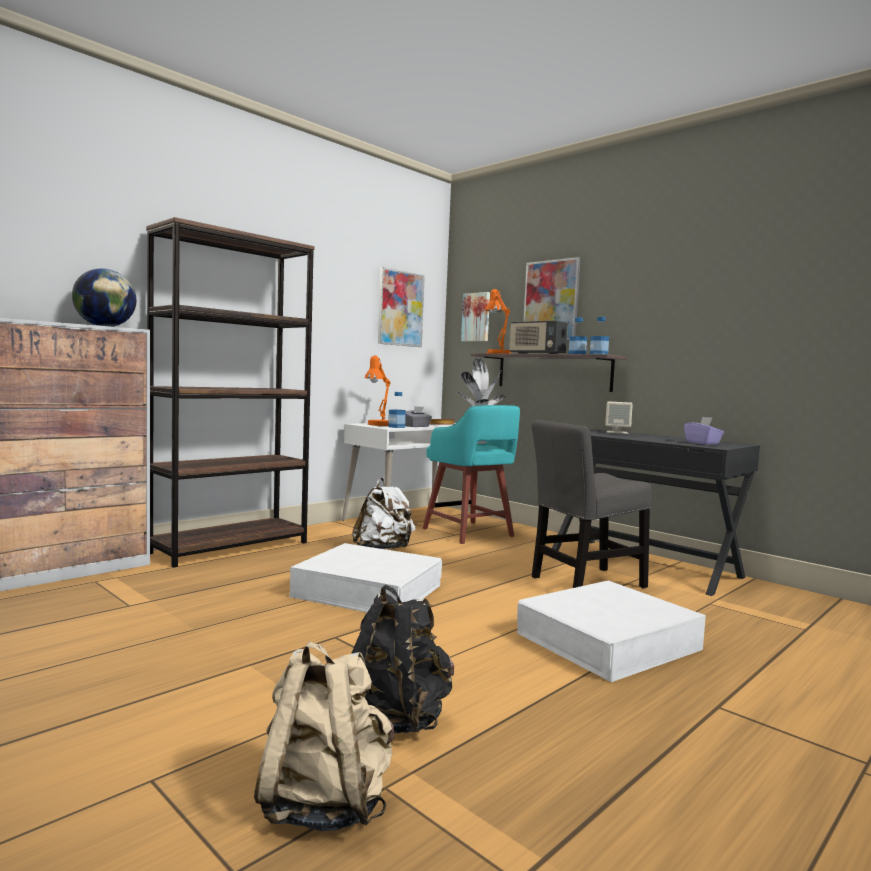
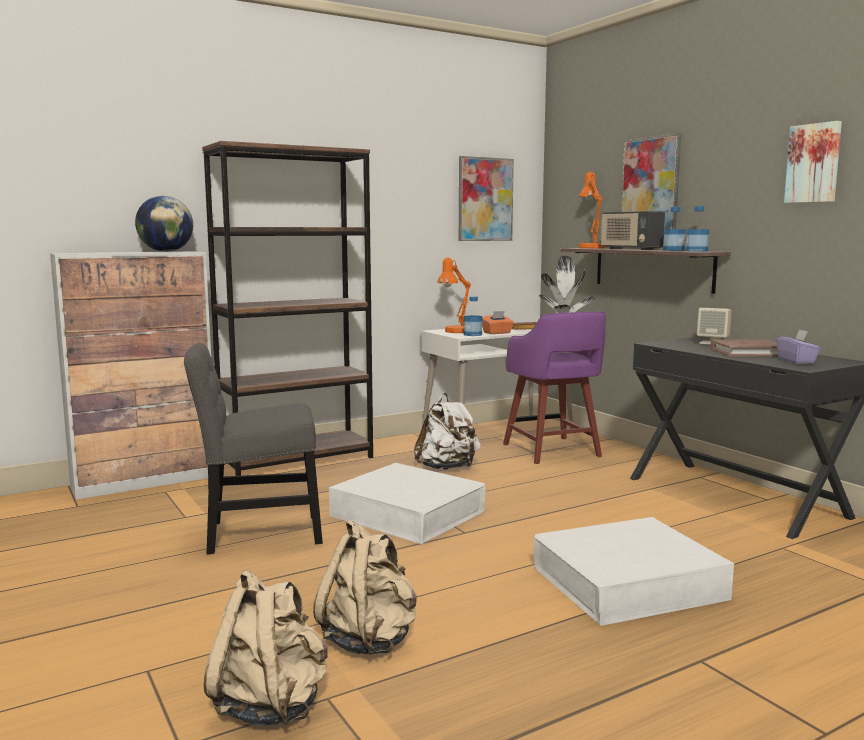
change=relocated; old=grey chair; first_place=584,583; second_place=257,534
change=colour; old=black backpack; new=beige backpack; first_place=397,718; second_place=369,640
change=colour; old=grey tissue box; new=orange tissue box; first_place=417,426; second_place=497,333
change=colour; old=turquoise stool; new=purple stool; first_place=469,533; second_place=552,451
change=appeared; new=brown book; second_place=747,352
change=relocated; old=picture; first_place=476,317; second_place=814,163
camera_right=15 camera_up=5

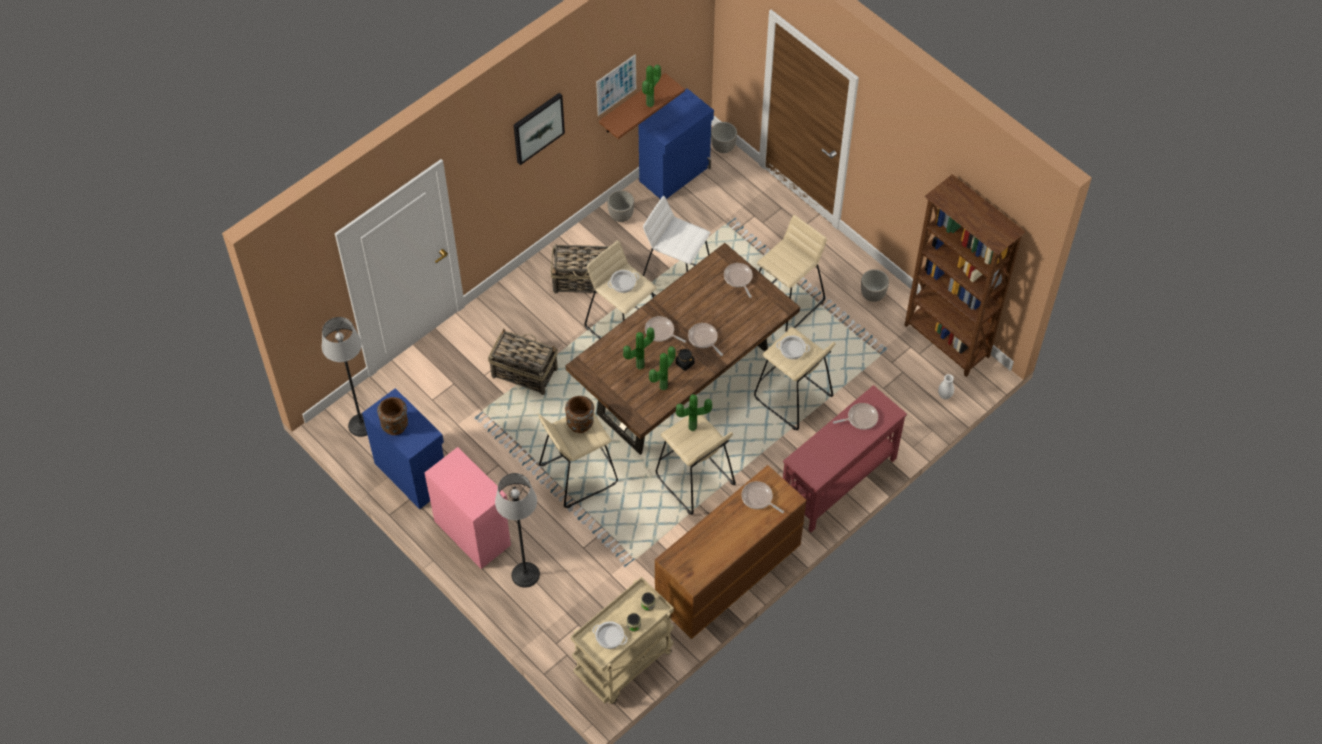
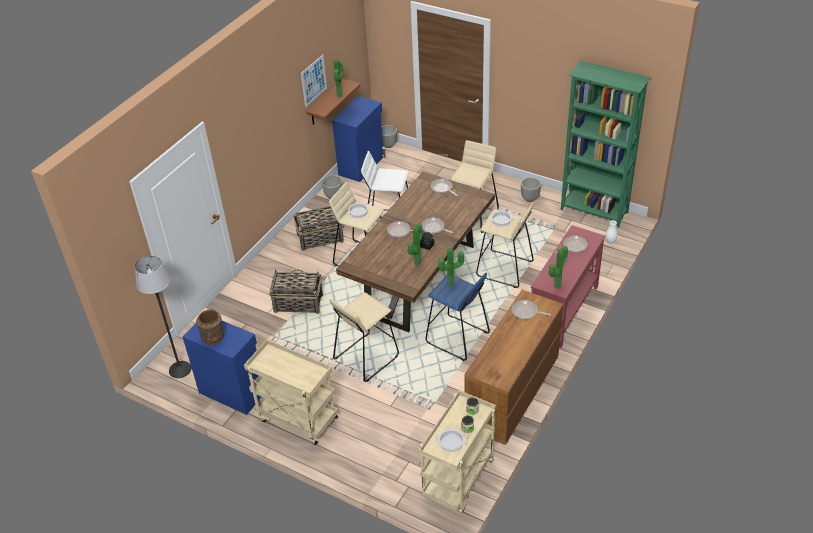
change=exchanged; old=pink cabinet; new=beige cart; first_place=473,532; second_place=296,419
change=colour; old=beige stool; new=blue stool; first_place=694,481; second_place=457,338
change=relocated; old=potted plant; first_place=639,365; second_place=556,285
change=colour; old=brown bookcase; new=green bookcase; first_place=946,342; second_place=594,211
change=missing; old=floor lamp; first_place=525,574
change=missing; old=picture; first_place=538,127
change=missing; old=brown vase; first_place=580,423
camera_right=-15 camera_up=-15

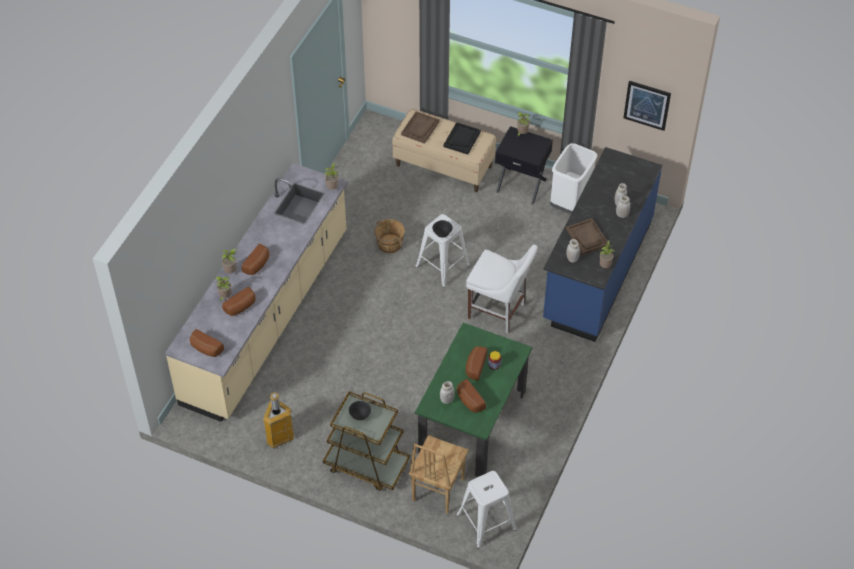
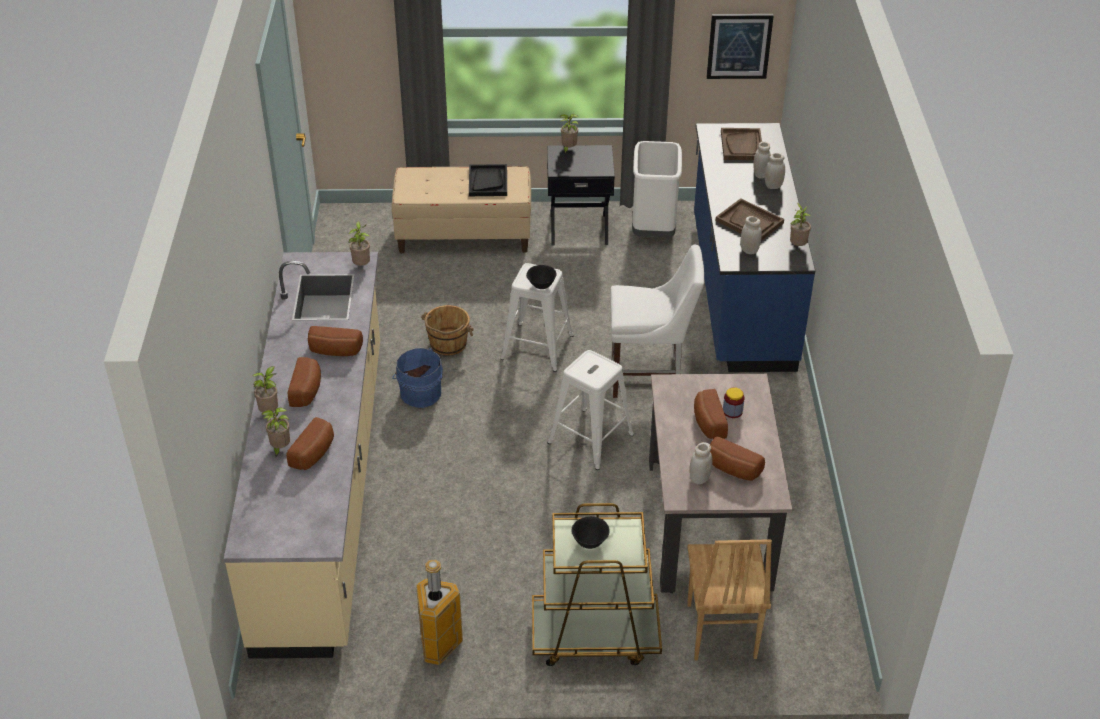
change=relocated; old=bread; first_place=205,349; second_place=334,351
change=appeared; new=blue bucket; second_place=419,393
change=relocated; old=white stool; first_place=486,522; second_place=591,439
change=colour; old=green dining table; new=beige dining table; first_place=472,423; second_place=708,524
change=relocated; old=brown tray; first_place=420,128; second_place=742,146
camera_right=-25 camera_up=-10

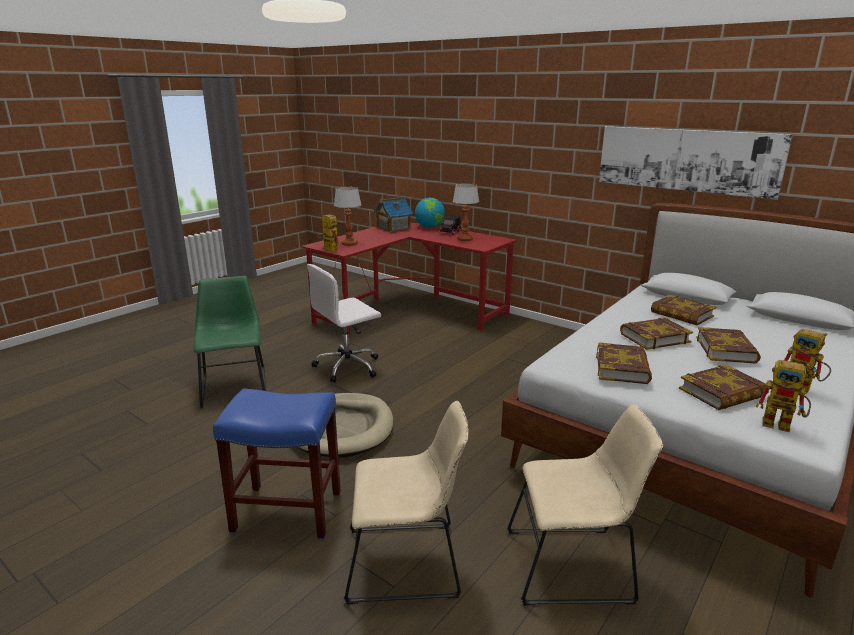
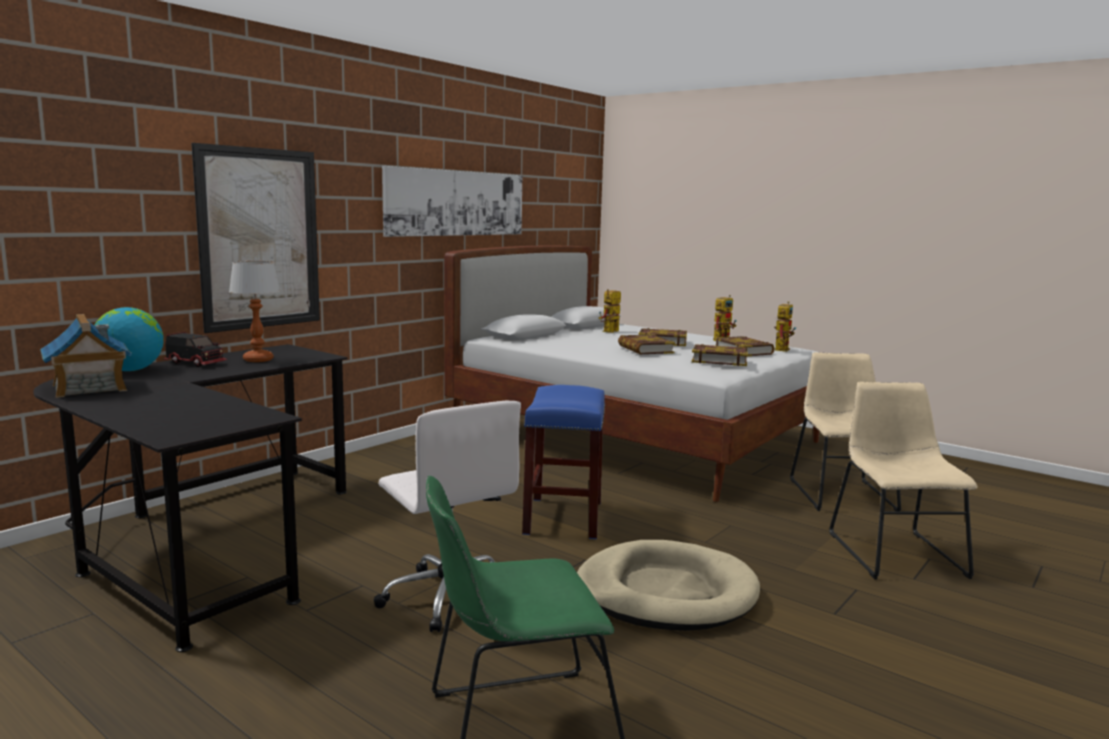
change=colour; old=red desk; new=black desk; first_place=410,312; second_place=204,541
change=appeared; new=picture; second_place=260,239
change=relocated; old=blue stool; first_place=286,511; second_place=564,518
change=relocated; old=toy robot; first_place=328,249; second_place=609,332
change=missing; old=table lamp; first_place=349,244
change=missing; old=book; first_place=681,314
camera_right=-90 camera_up=-10

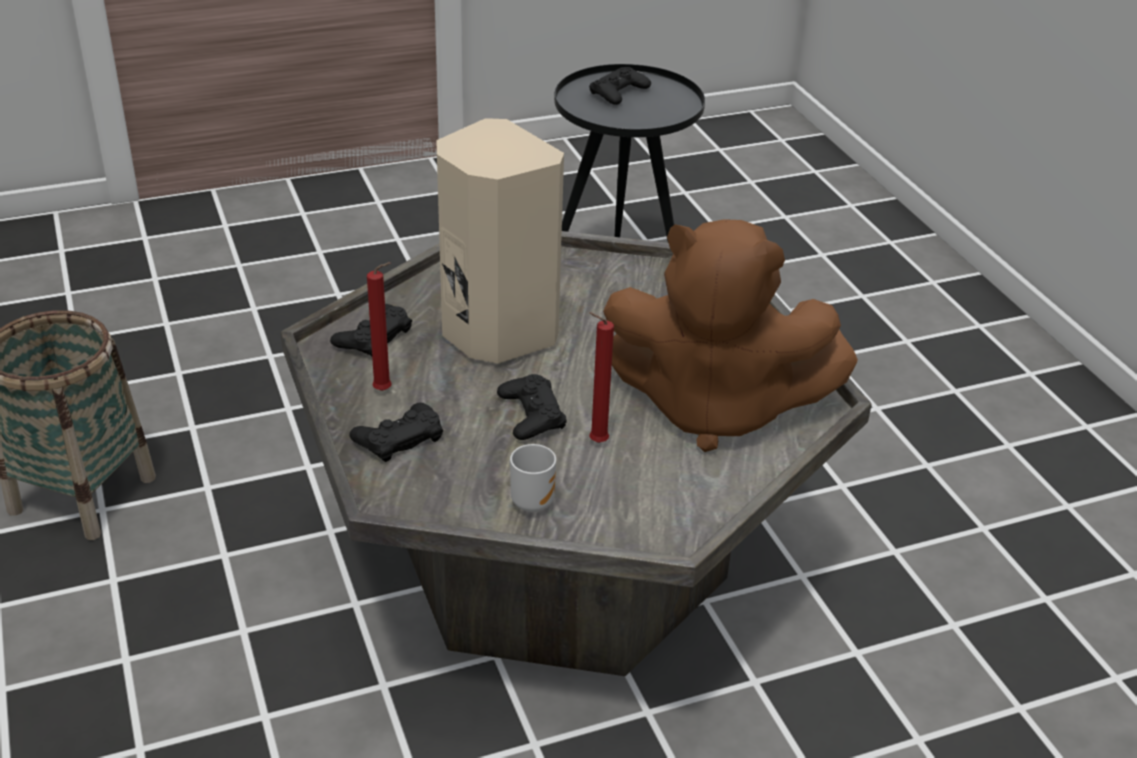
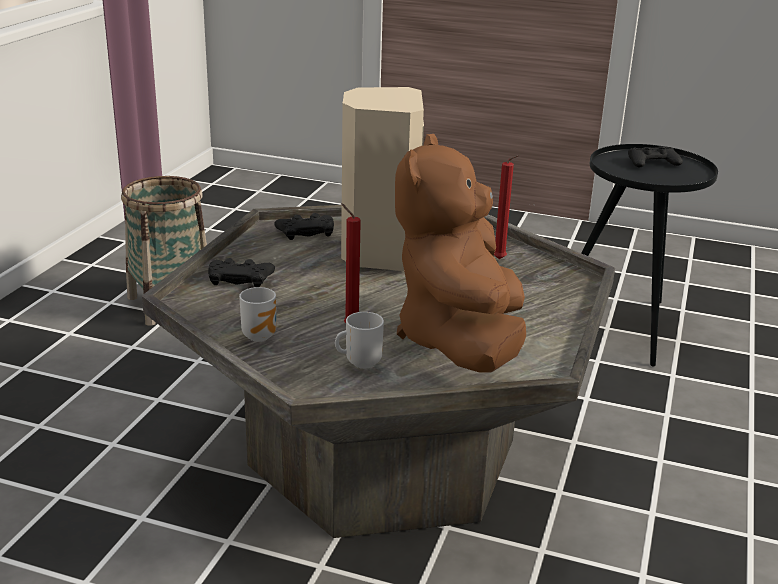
change=appeared; new=mug; second_place=360,363
change=spun; old=brown plush toy; first_place=714,408; second_place=460,342; degrees=45
change=relocated; old=red candle; first_place=385,391; second_place=500,260
change=missing; old=black game controller; first_place=531,414
camera_right=40 camera_up=-10

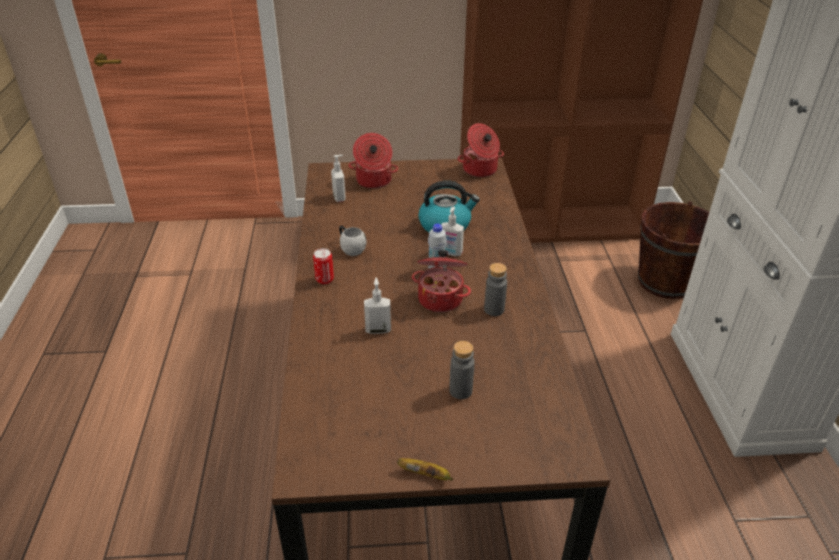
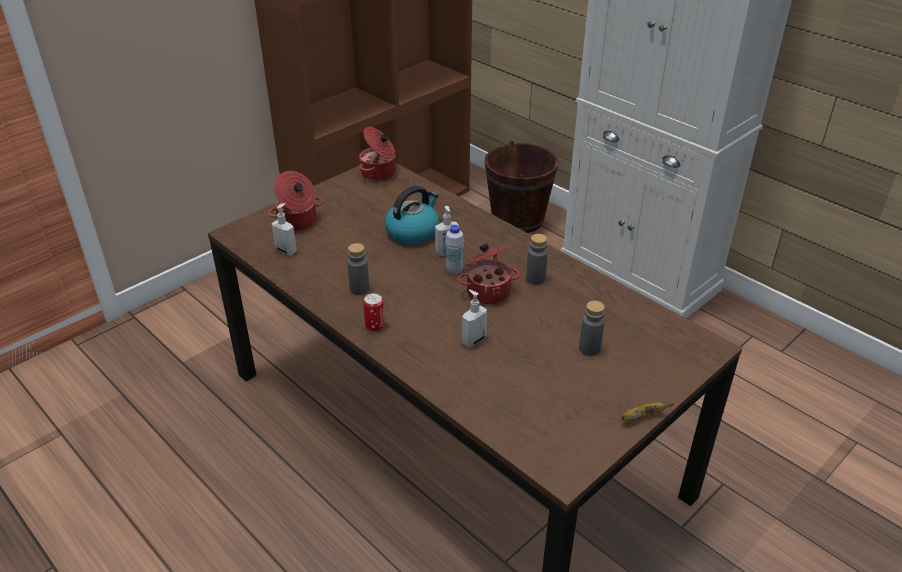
change=exchanged; old=white mug; new=grey bottle; first_place=350,248; second_place=359,289
camera_right=-40 camera_up=0

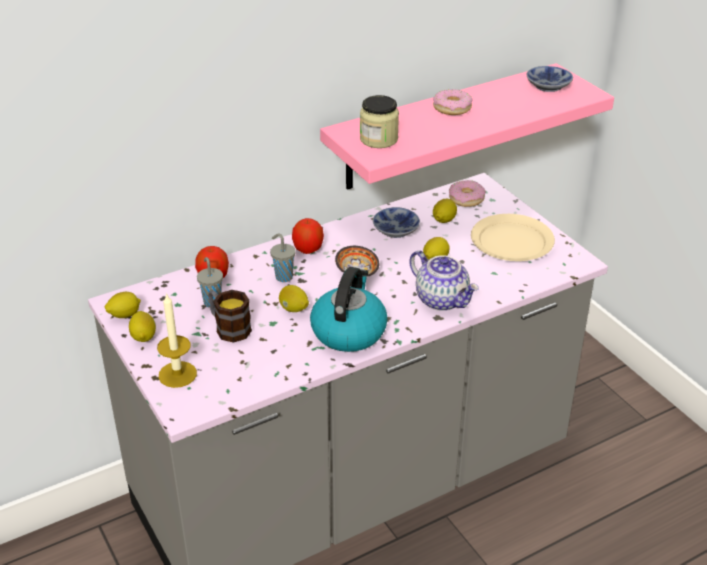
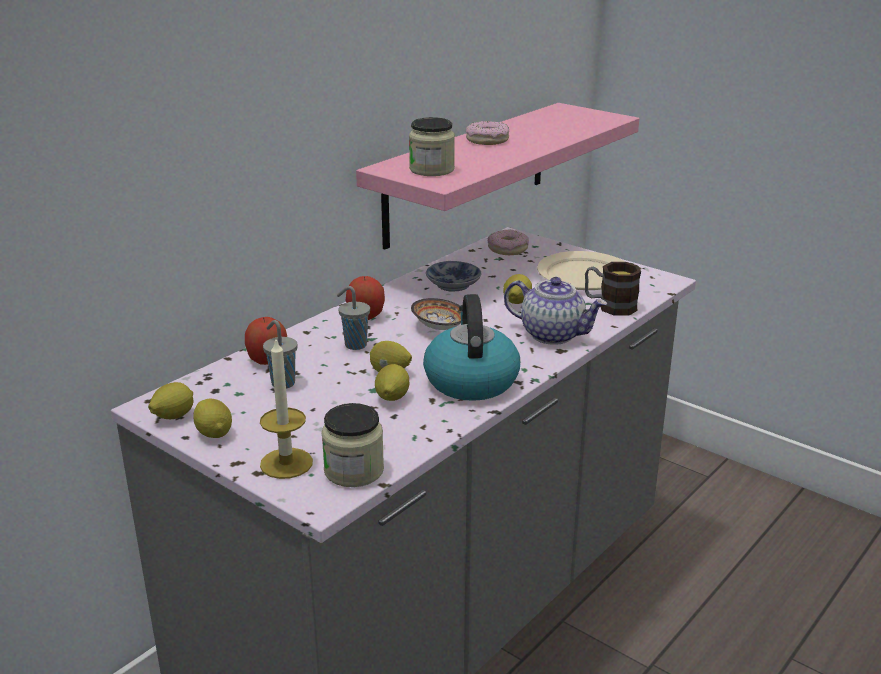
change=appeared; new=jar; second_place=354,471
change=relocated; old=lemon; first_place=443,221; second_place=391,398
change=relocated; old=mug; first_place=228,327; second_place=609,306
change=missing; old=bowl; first_place=550,86
camera_right=-20 camera_up=-10

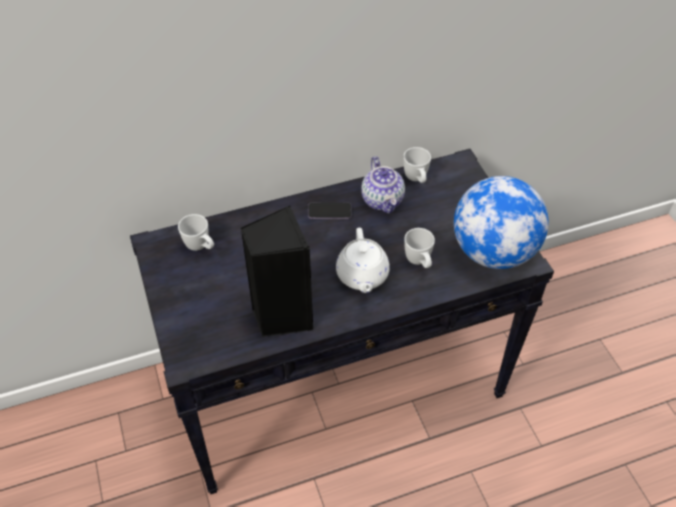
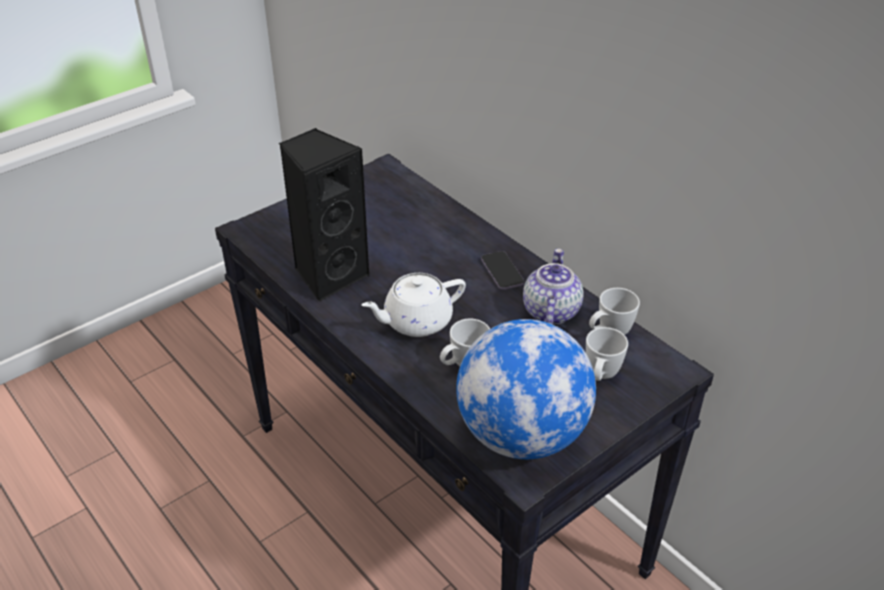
change=spun; old=teapot; first_place=383,200; second_place=550,311; degrees=135
change=relocated; old=white mug; first_place=201,247; second_place=600,376
camera_right=70 camera_up=-10

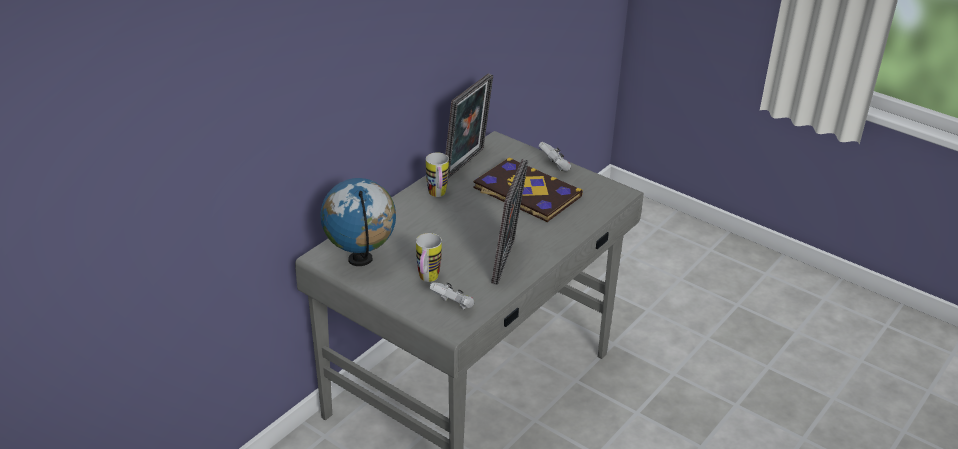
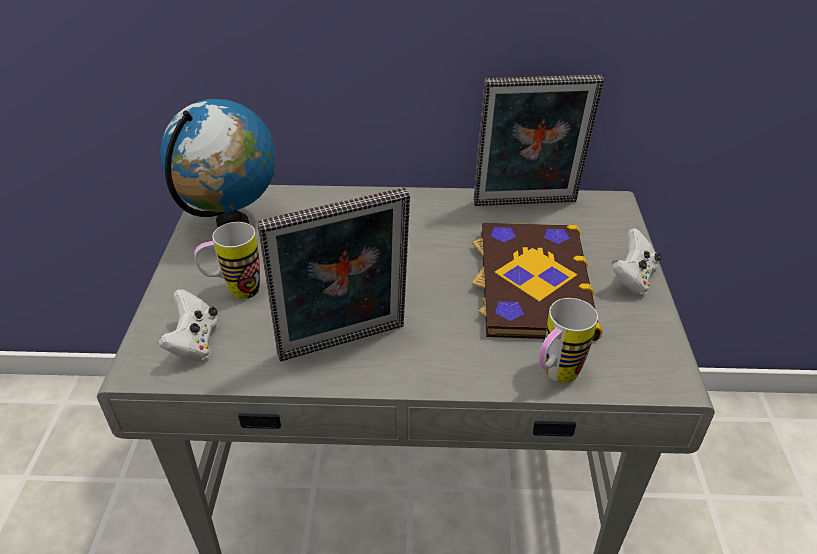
change=relocated; old=mug; first_place=438,195; second_place=554,377
camera_right=55 camera_up=5

